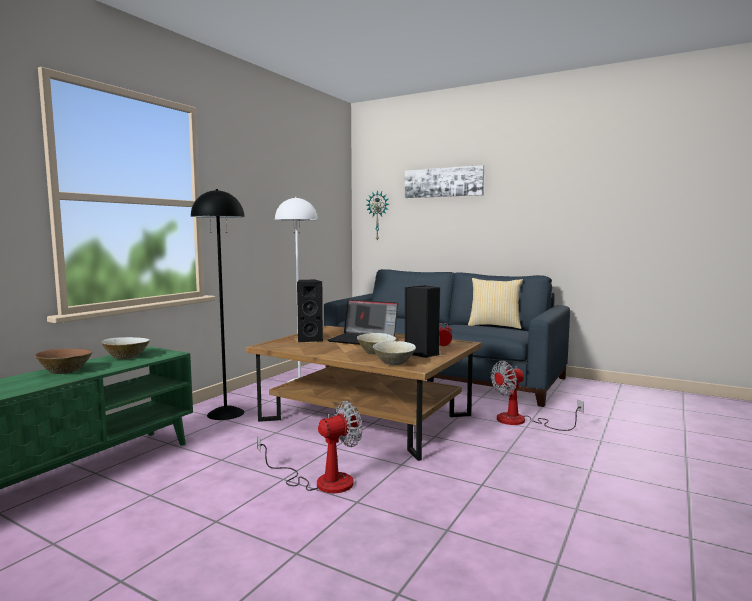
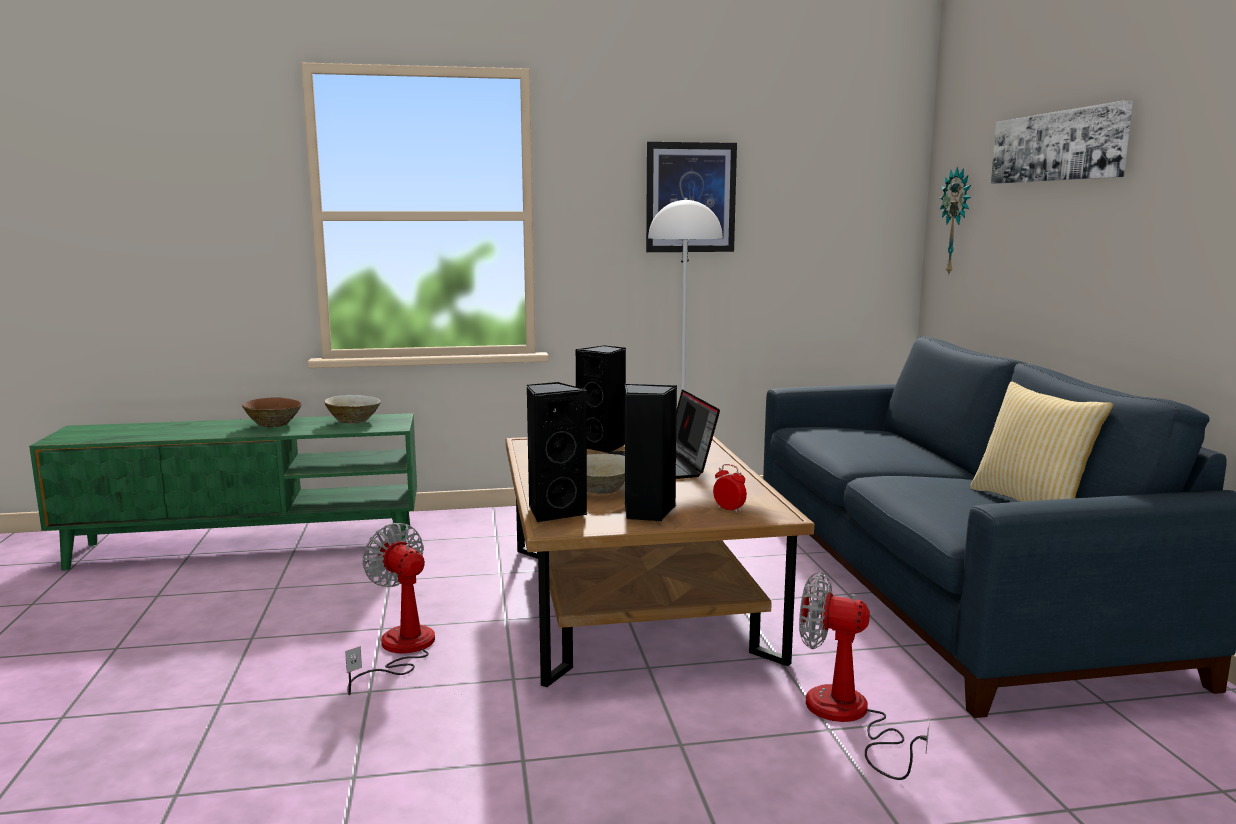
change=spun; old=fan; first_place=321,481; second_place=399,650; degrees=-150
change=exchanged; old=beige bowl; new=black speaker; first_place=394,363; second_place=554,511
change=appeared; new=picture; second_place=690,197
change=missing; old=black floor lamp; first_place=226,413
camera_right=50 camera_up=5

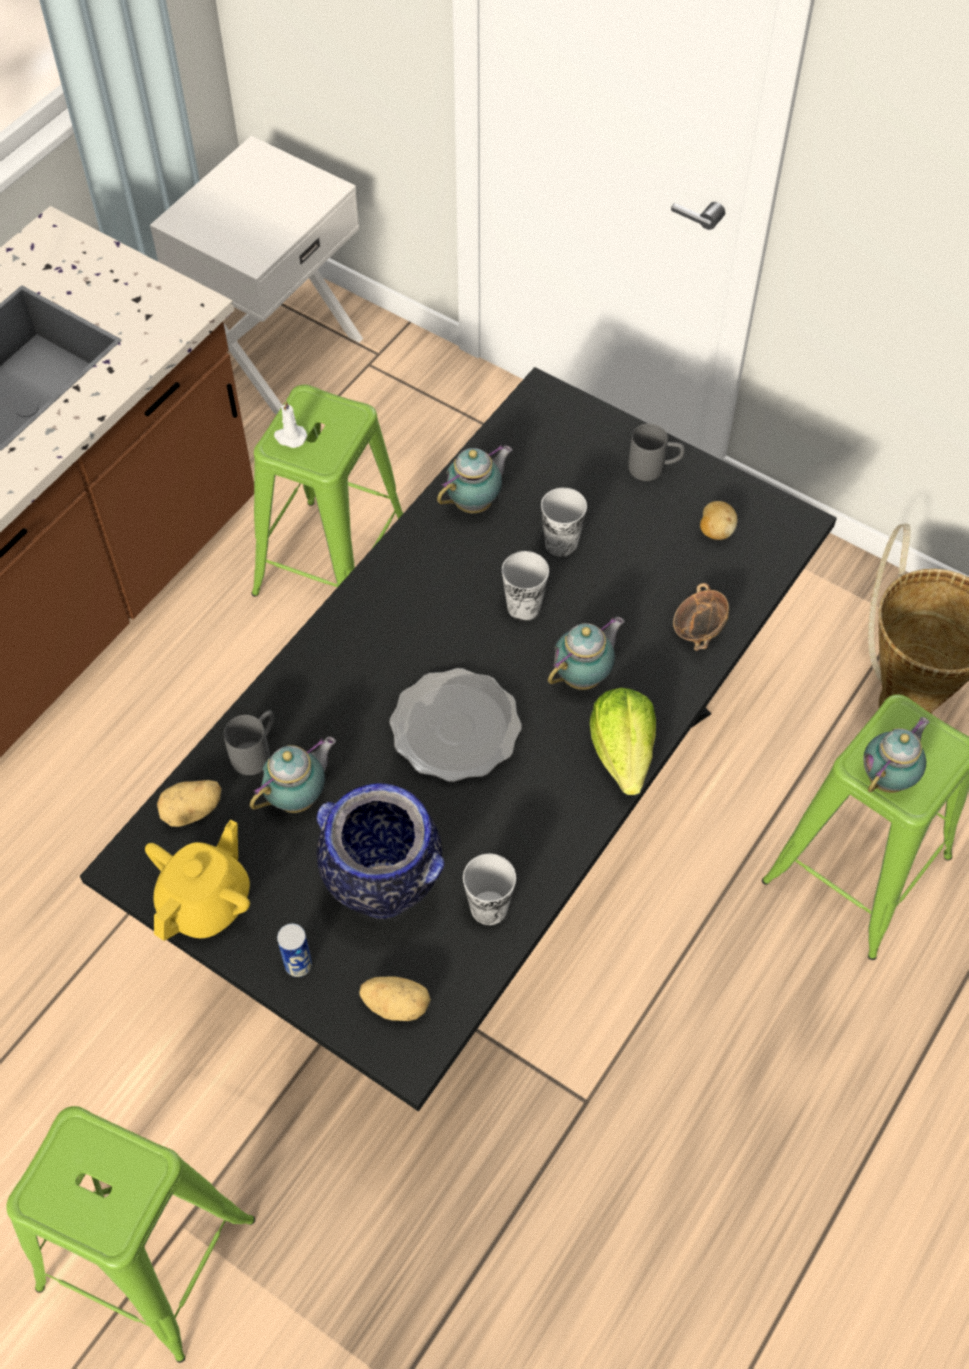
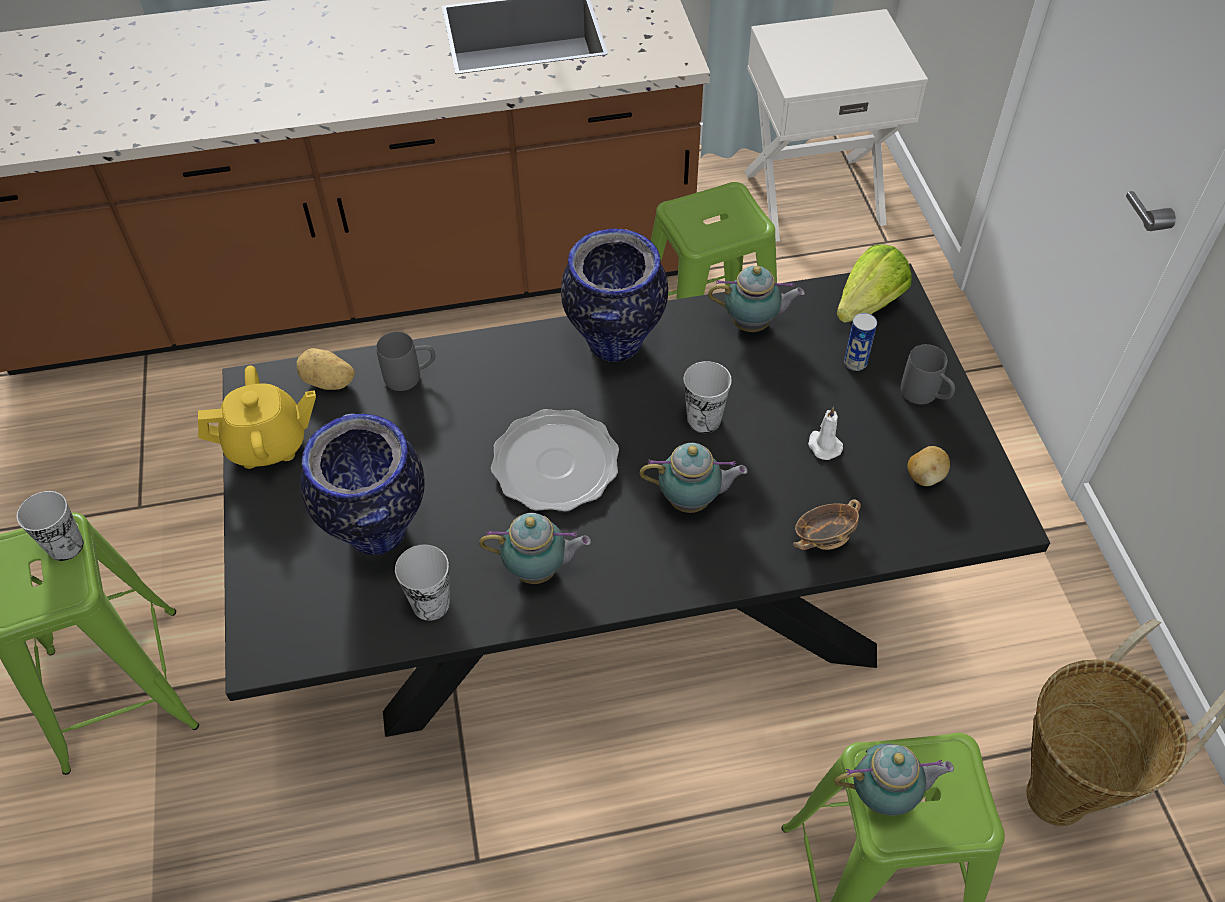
change=relocated; old=cup; first_place=561,543; second_place=66,546
change=relocated; old=teapot; first_place=299,796; second_place=539,571
change=appeared; new=vase; second_place=615,345
change=relocated; old=white candle; first_place=290,437; second_place=823,445
change=relocated; old=lettuce; first_place=623,753; second_place=868,305
change=relocated; old=can; first_place=298,965; second_place=855,363
change=missing; old=potato; first_place=396,1004
camera_right=45 camera_up=-5

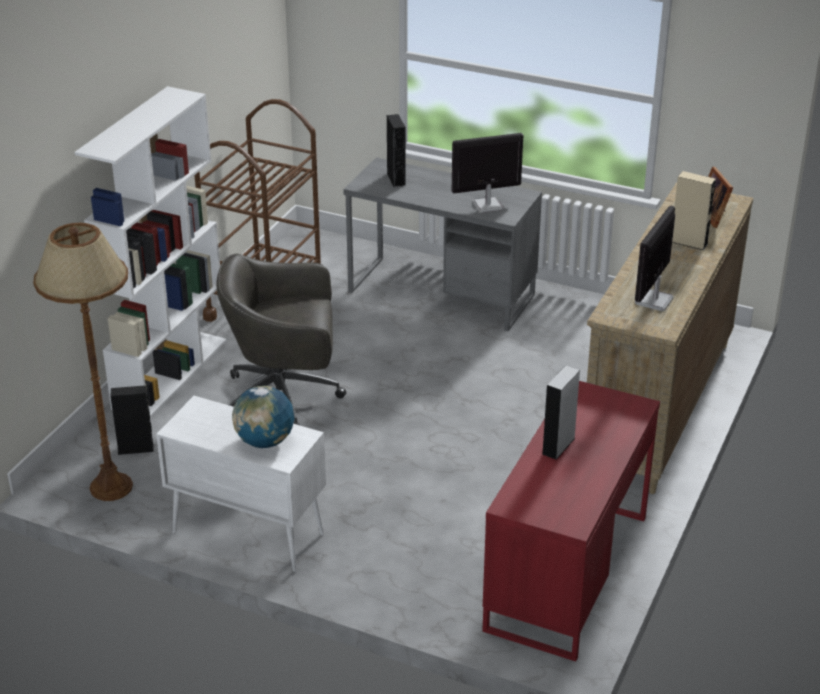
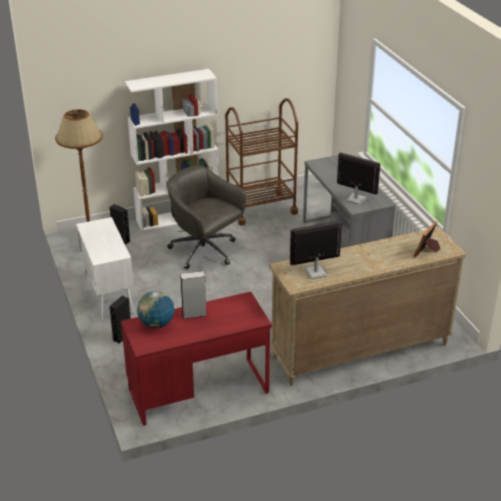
change=relocated; old=black speaker; first_place=396,179; second_place=122,336
change=relocated; old=globe; first_place=265,441; second_place=156,324
change=missing; old=beige speaker; first_place=688,242
camera_right=45 camera_up=0

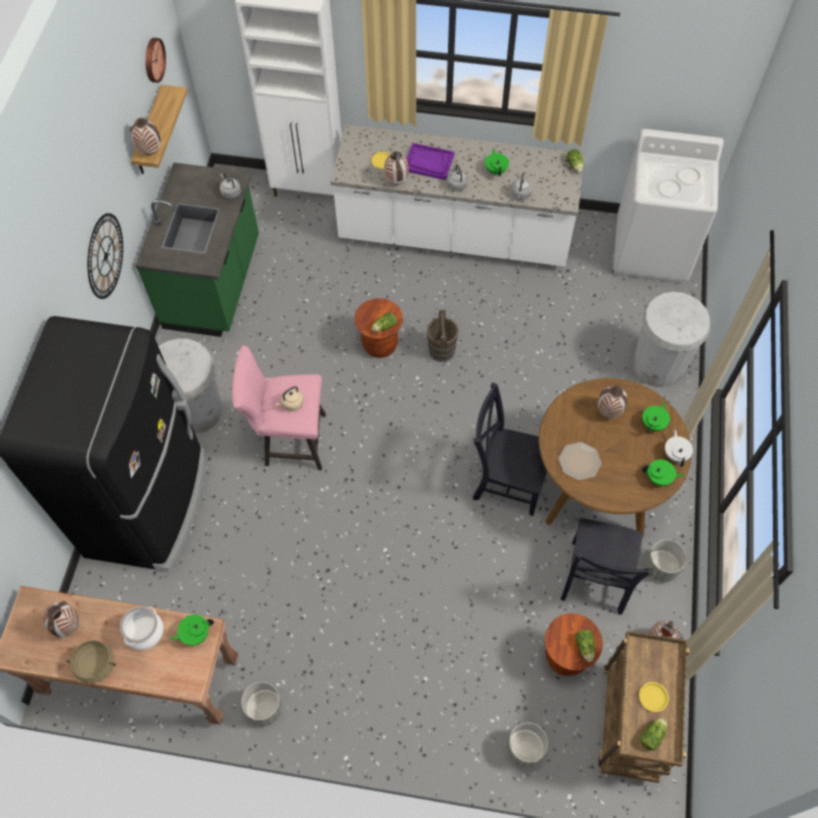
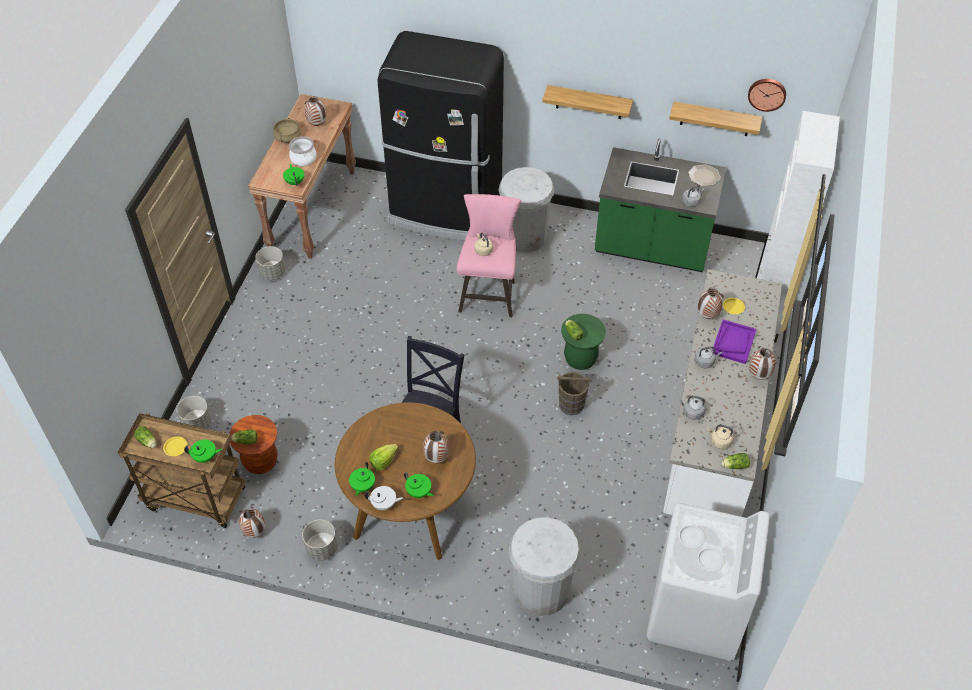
change=relocated; old=green teapot; first_place=496,170; second_place=205,457
change=appeared; new=lettuce; second_place=383,461
change=exchanged; old=wall clock; new=shelf; first_place=105,256; second_place=589,102
change=colour; old=brown stool; new=green stool; first_place=380,345; second_place=580,359
change=relocated; old=plate; first_place=579,462; second_place=703,176
change=appeared; new=beige kettle; second_place=719,441
change=relocated; old=vase; first_place=151,152; second_place=759,376
change=missing; old=black chair; first_place=595,580
camera_right=95 camera_up=-10

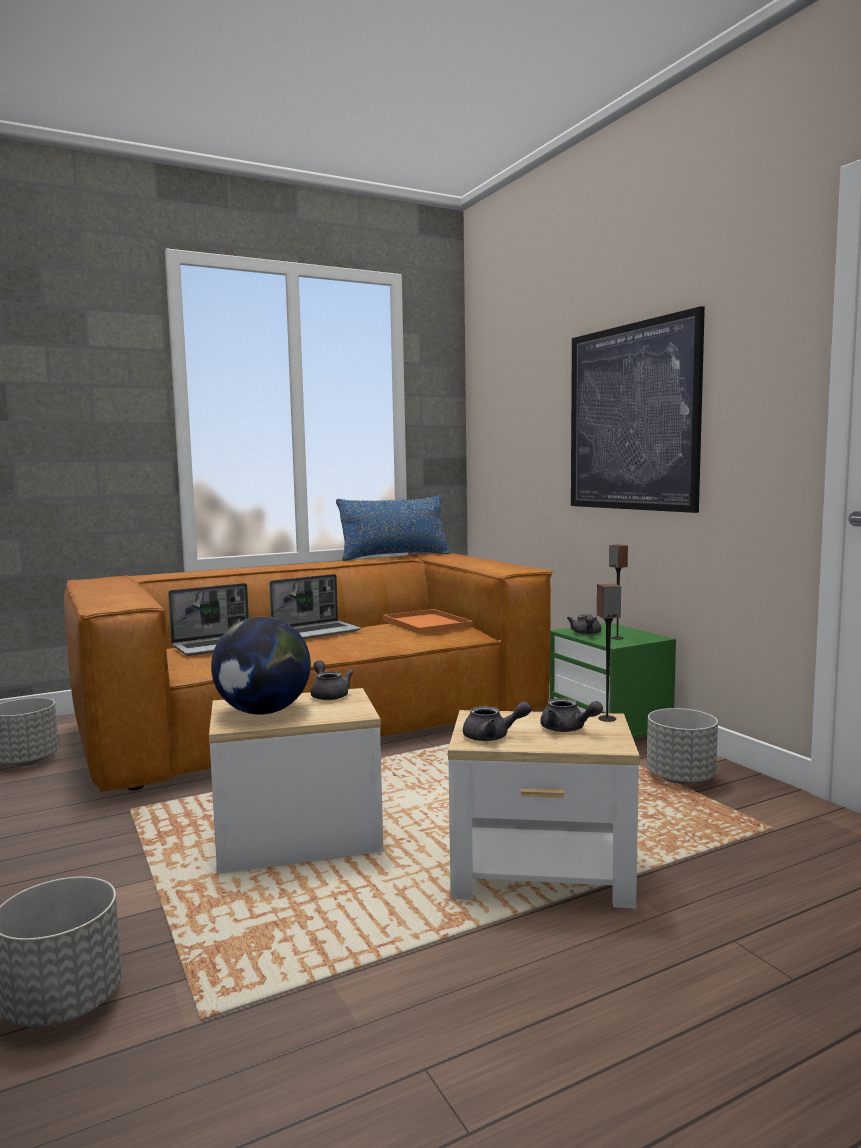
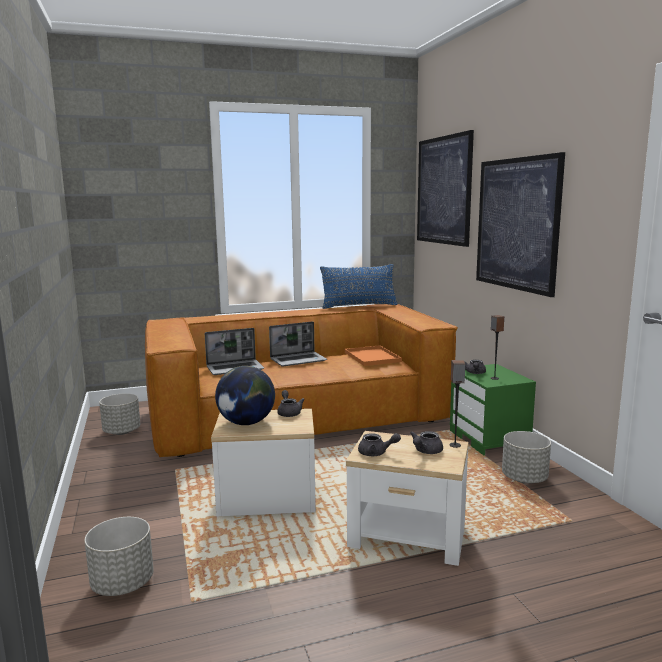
change=spun; old=grey teapot; first_place=567,729; second_place=425,451; degrees=75
change=appeared; new=picture; second_place=443,190
camera_right=10 camera_up=5

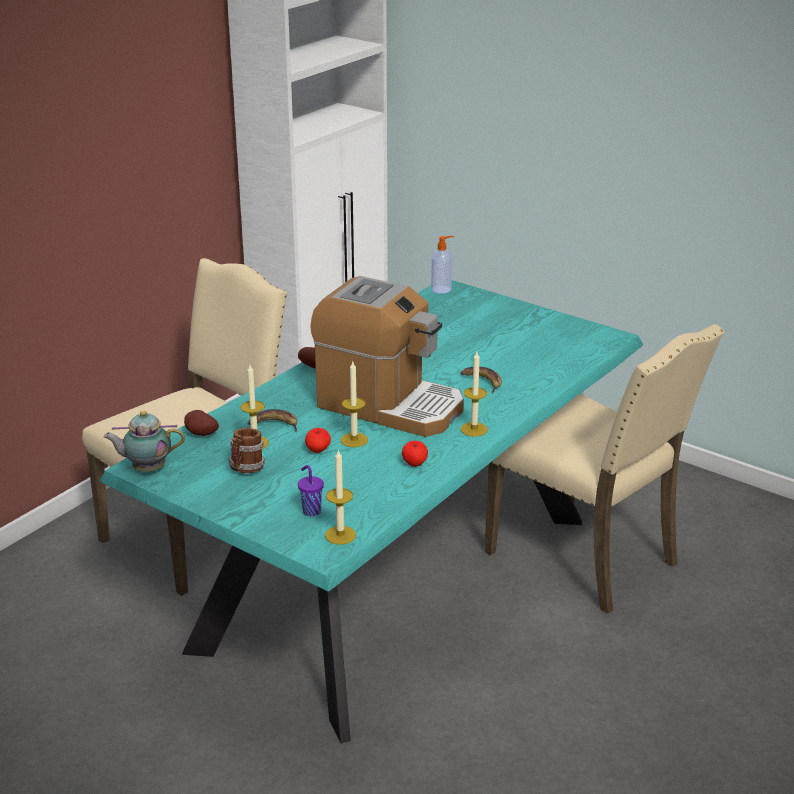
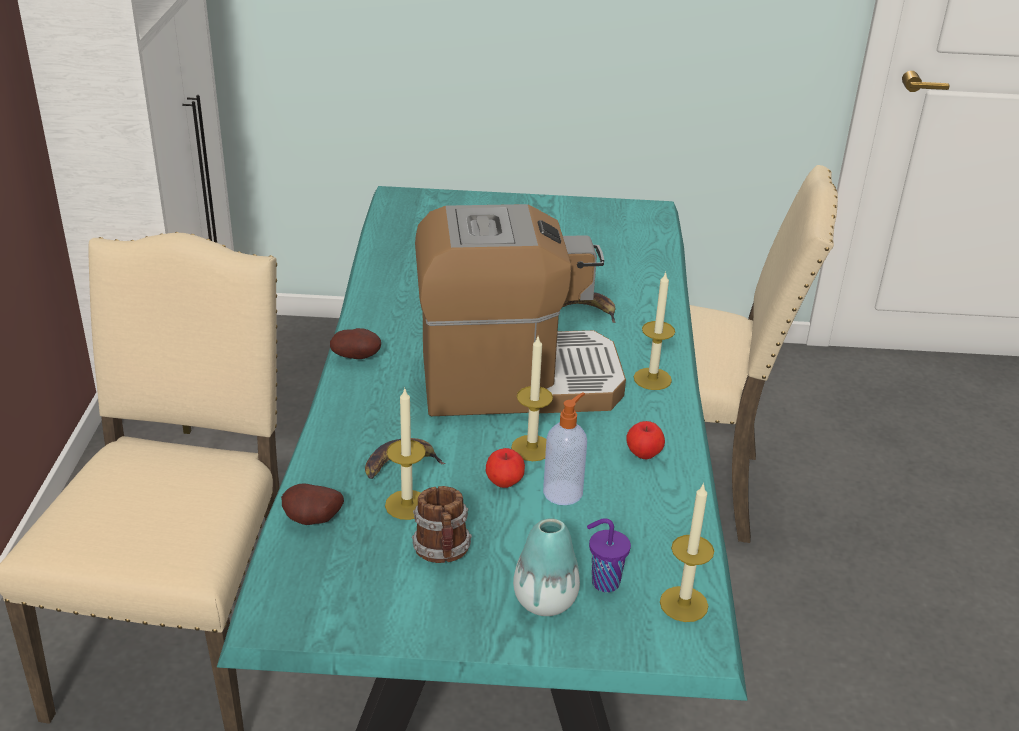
change=appeared; new=vase; second_place=545,601
change=relocated; old=soap dispenser; first_place=442,289; second_place=563,492
change=missing; old=teapot; first_place=147,469
camera_right=-35 camera_up=5

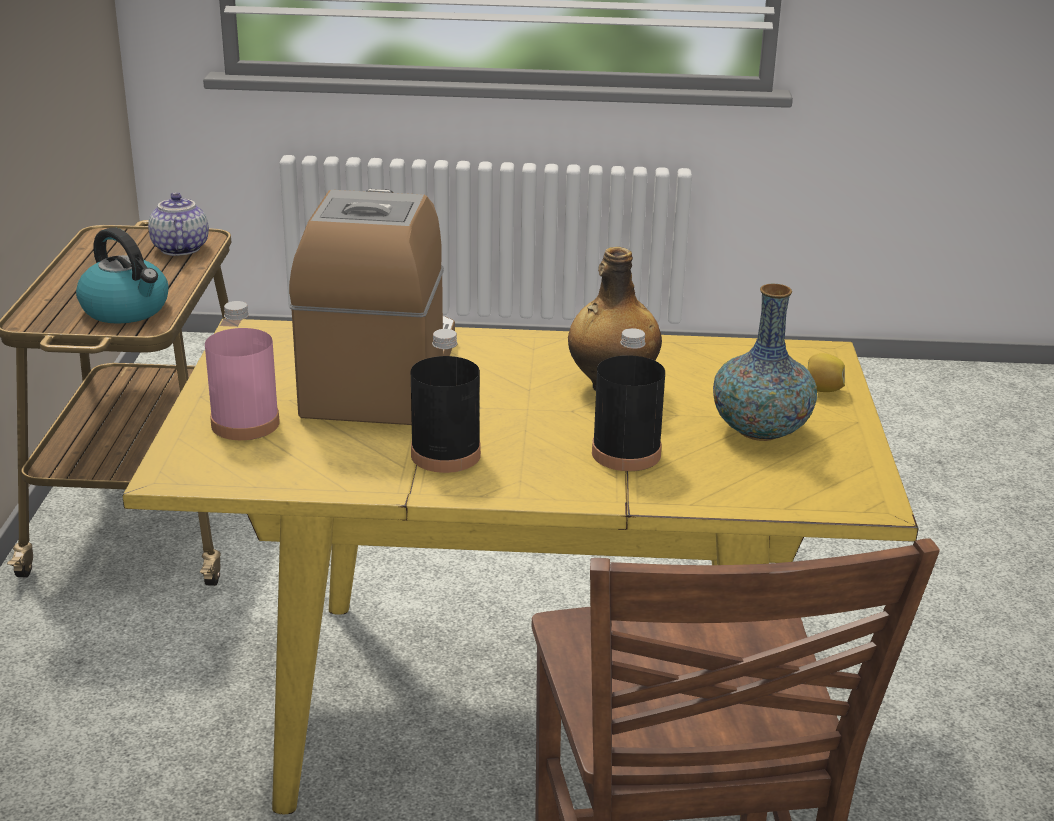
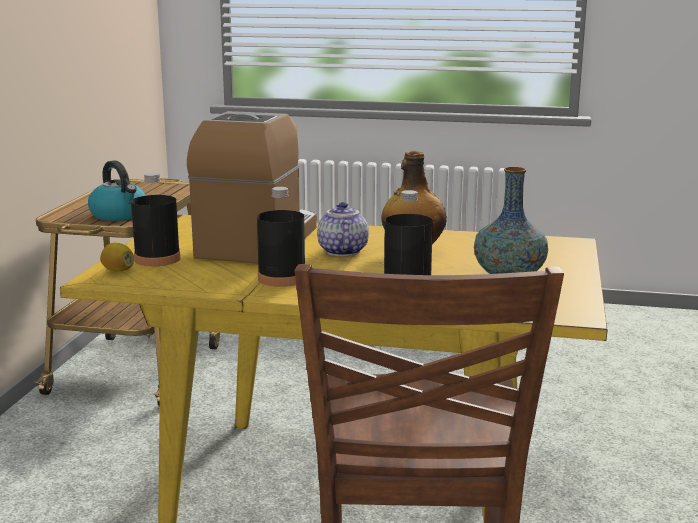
change=relocated; old=lemon; first_place=822,390; second_place=118,271
change=colour; old=pink bottle; new=black bottle; first_place=245,423; second_place=157,259
change=relocated; old=teapot; first_place=179,248; second_place=341,251
camera_right=10 camera_up=-10

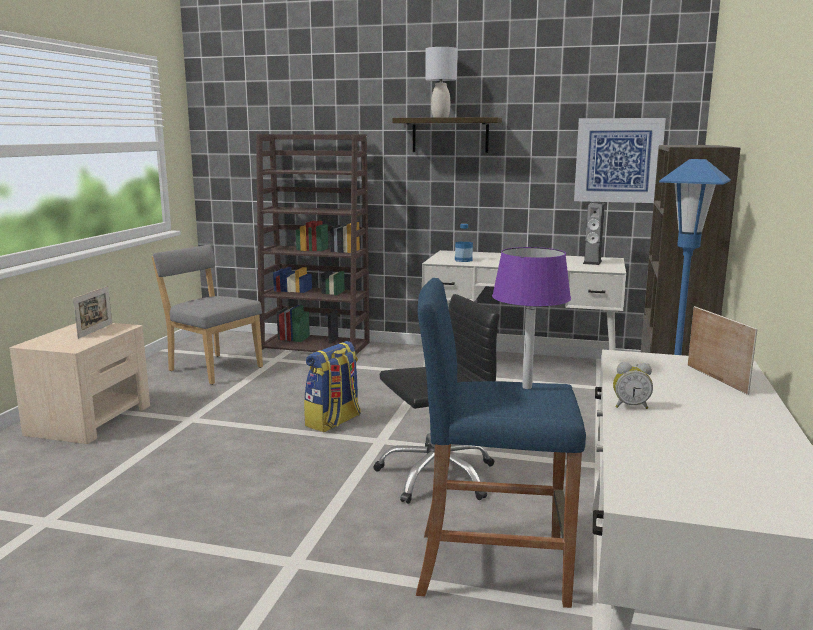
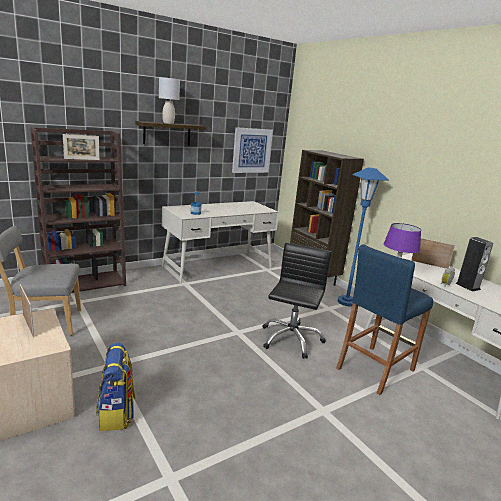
change=appeared; new=picture frame; second_place=82,159
change=relocated; old=backpack; first_place=333,422; second_place=116,414
change=relocated; old=speaker; first_place=592,262; second_place=467,286
camera_right=-50 camera_up=5

